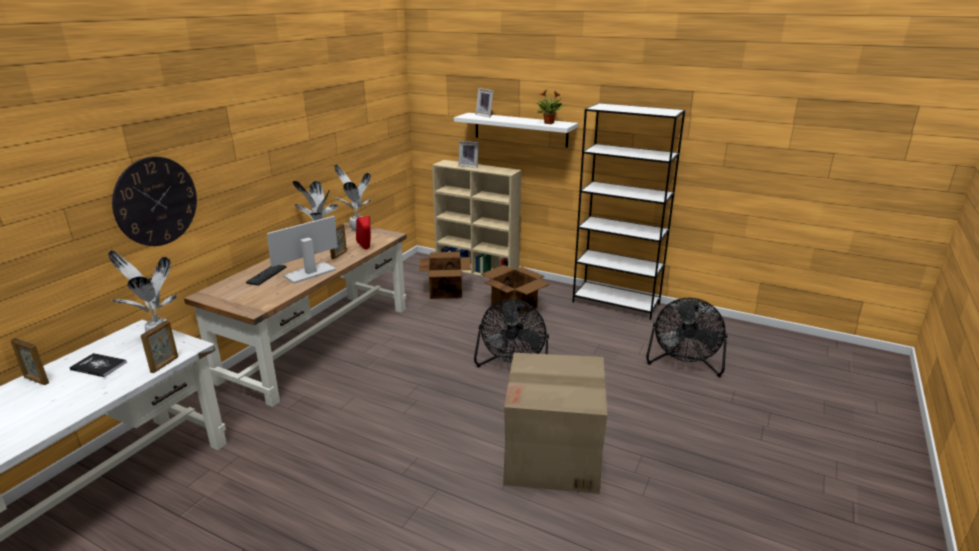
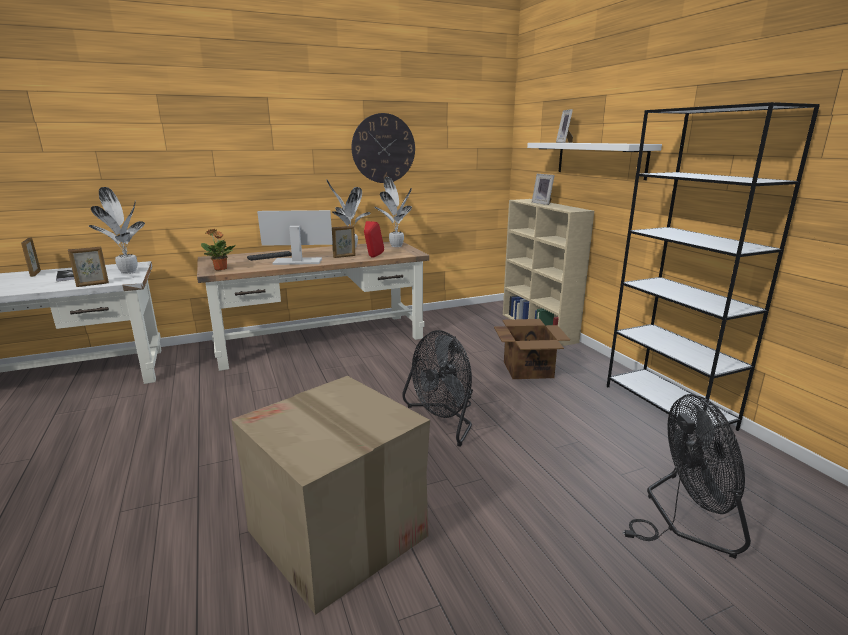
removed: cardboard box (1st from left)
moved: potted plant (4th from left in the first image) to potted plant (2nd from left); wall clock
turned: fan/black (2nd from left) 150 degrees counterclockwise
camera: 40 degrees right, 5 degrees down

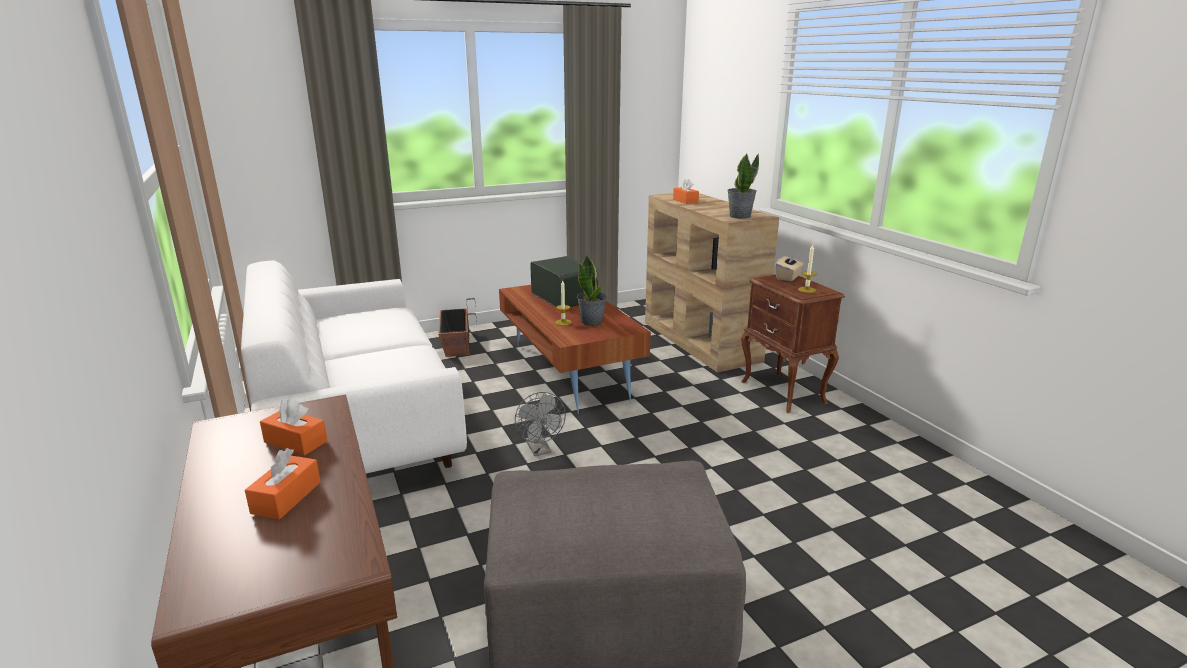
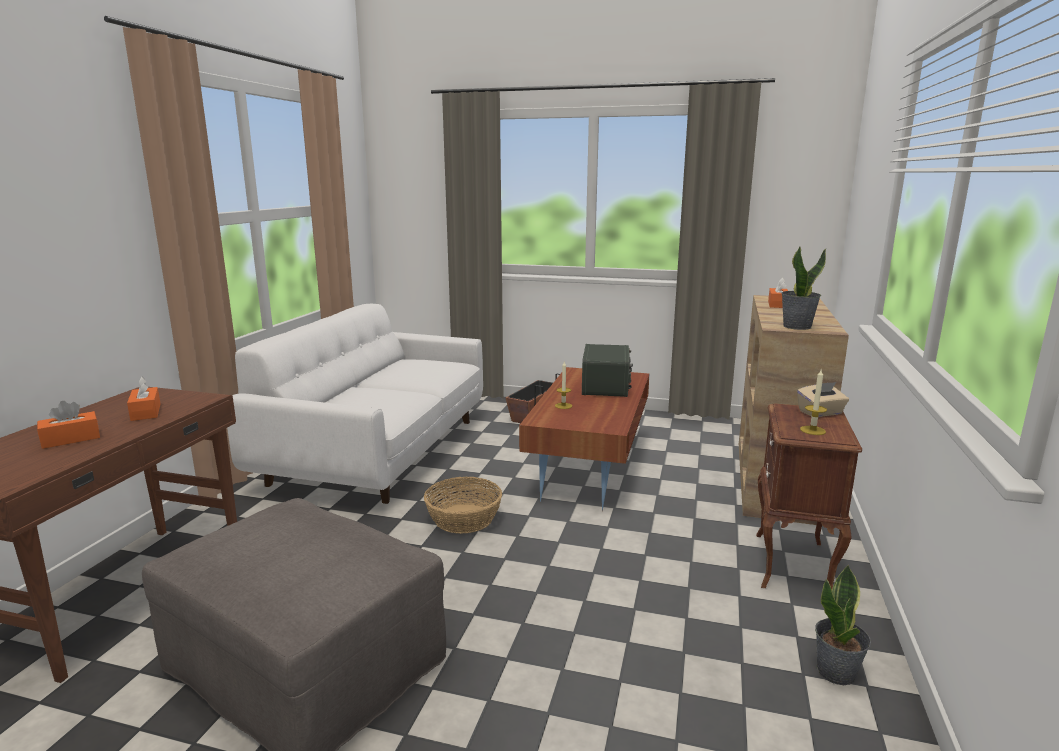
moved: potted plant (1st from left in the first image) to potted plant (2nd from left)
replaced: fan/grey to basket
camera: 40 degrees right, 5 degrees down

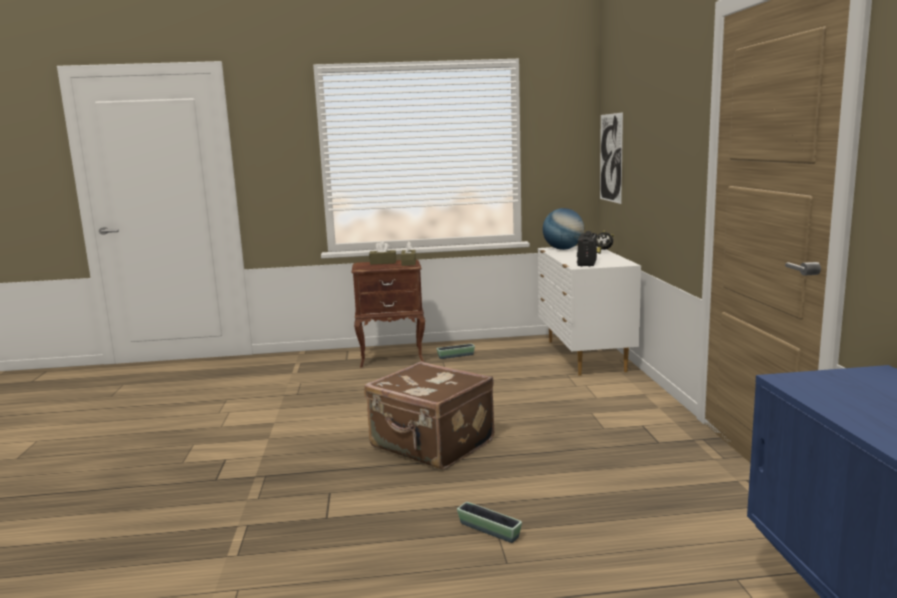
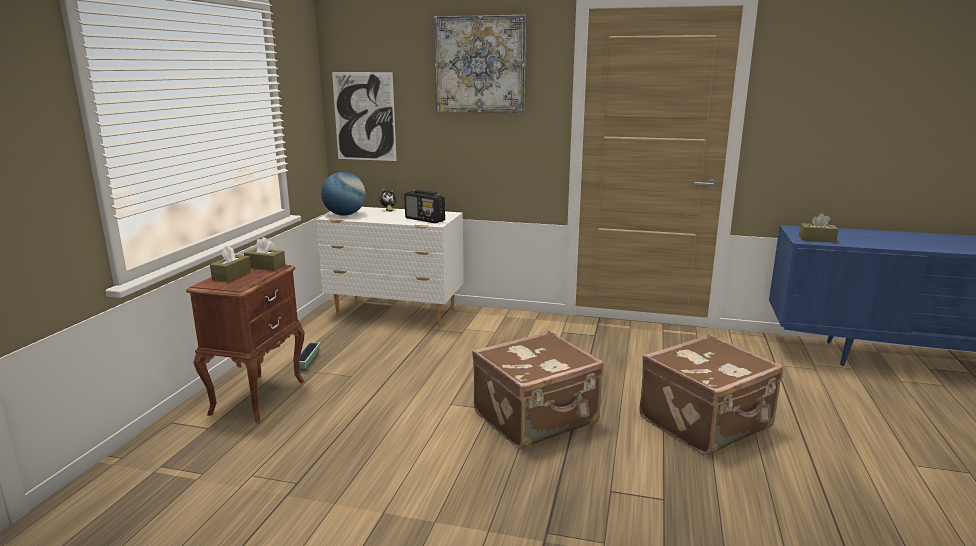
added: picture (2nd from left); tissue box/brown (3rd from left)
replaced: planter (2nd from left) to suitcase/brown (2nd from left)
camera: 70 degrees left, 5 degrees up

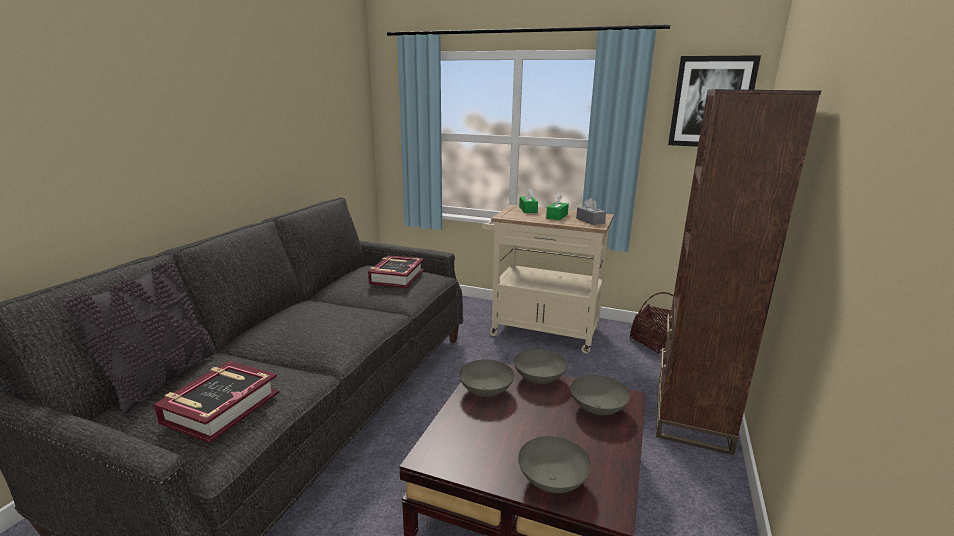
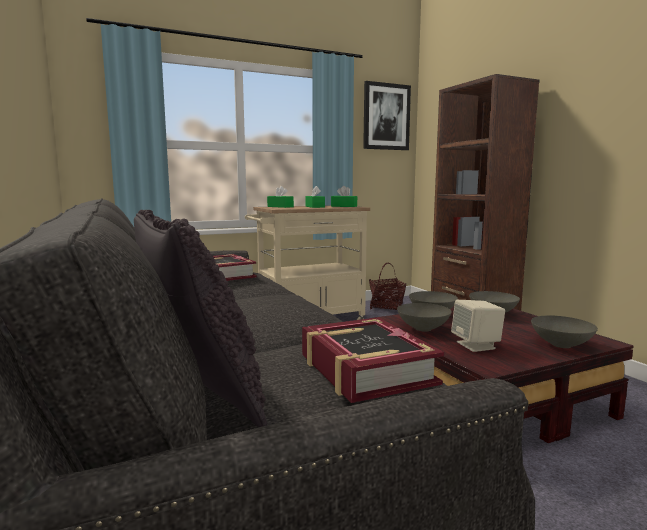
added: speaker/beige
recoloured: tissue box/grey to tissue box/green (3rd from left)
camera: 45 degrees left, 10 degrees down

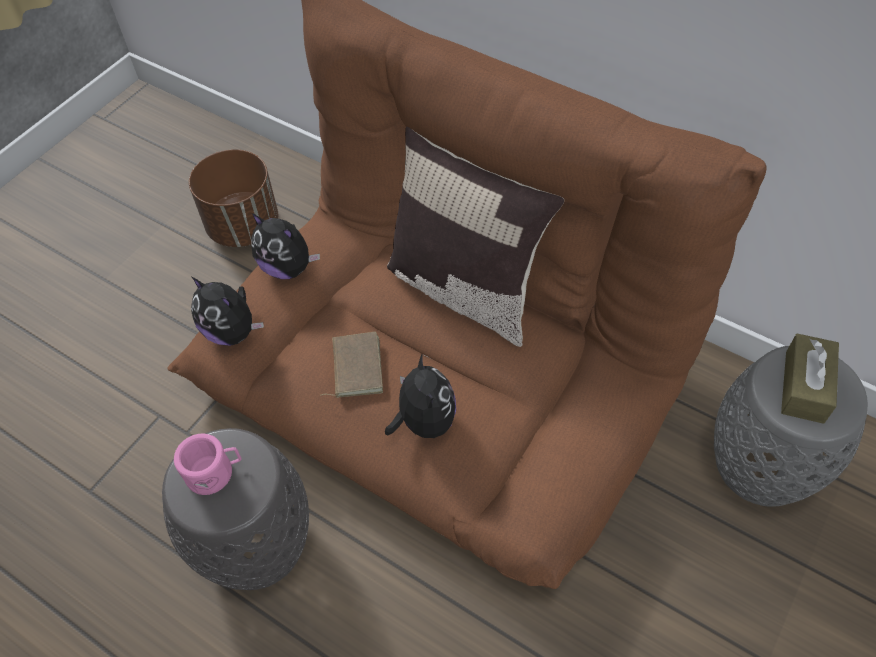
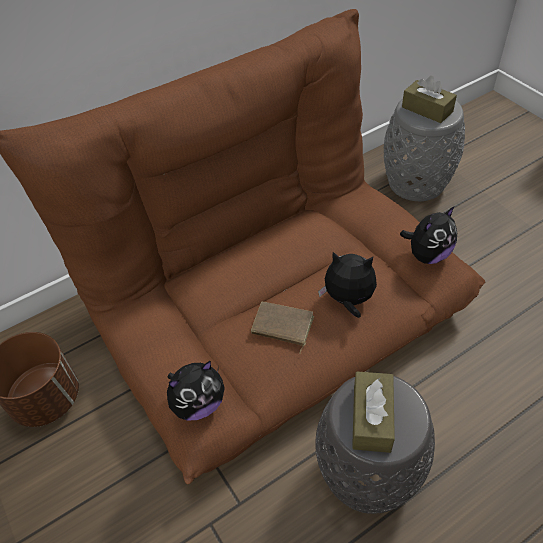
removed: pillow
moved: plush toy (2nd from left in the first image) to plush toy (3rd from left)
replaced: mug/pink to tissue box/brown (1st from left)
camera: 65 degrees left, 5 degrees down

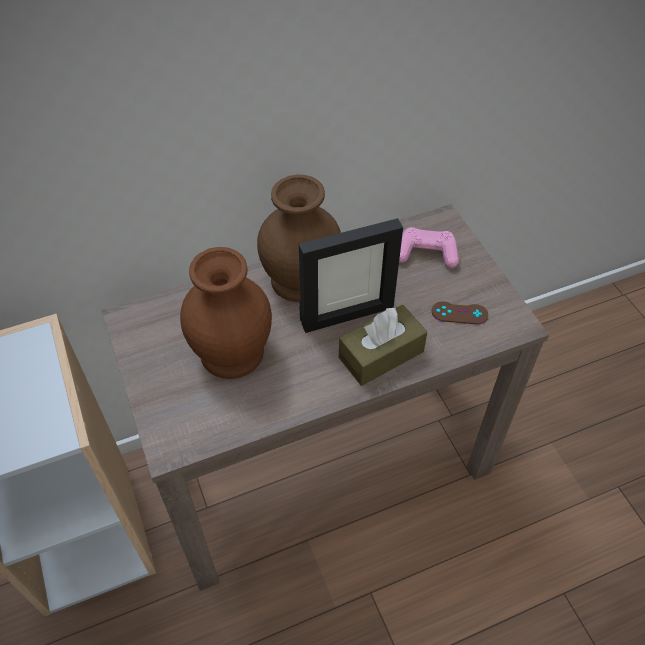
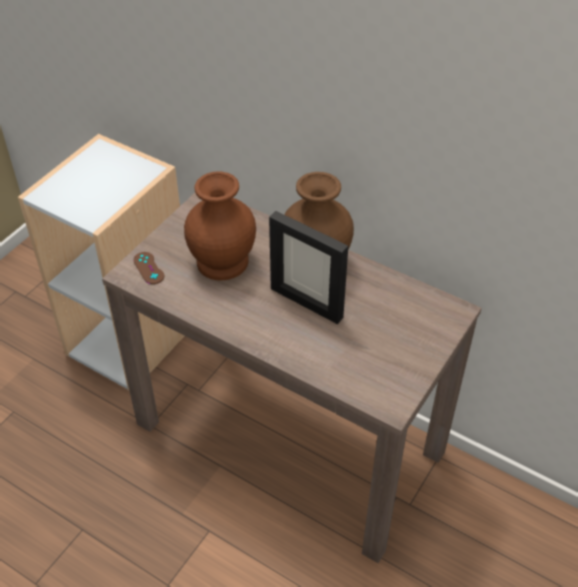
removed: game controller/pink; tissue box/brown
moved: game controller/brown
camera: 55 degrees right, 5 degrees down

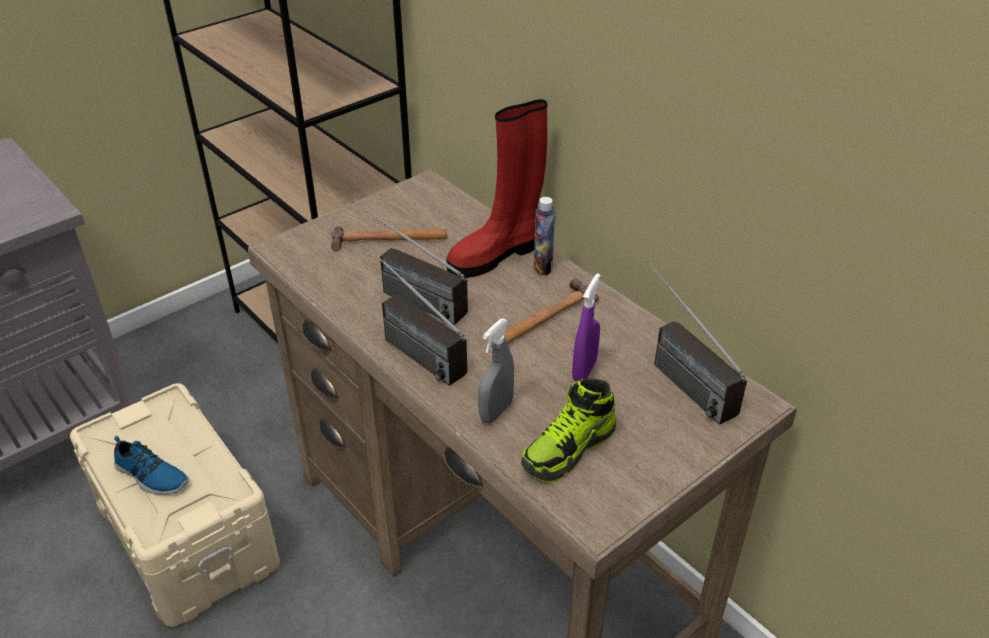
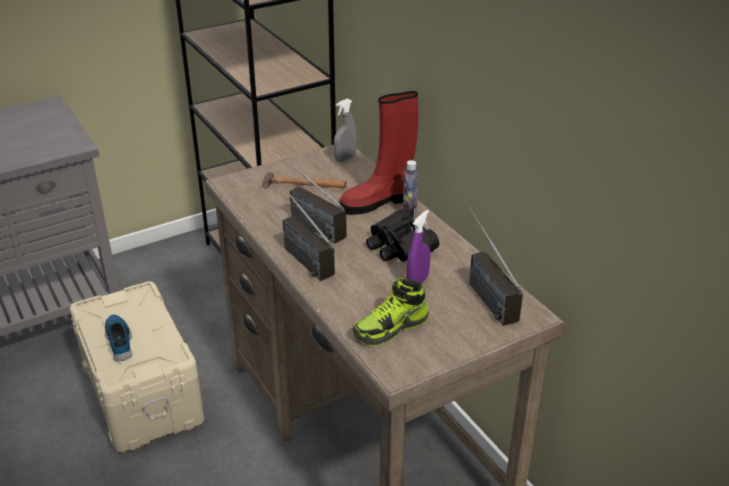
moved: spray bottle/grey
replaced: hammer (2nd from left) to binoculars/black
turned: shoe (1st from left) 150 degrees counterclockwise
camera: 10 degrees right, 5 degrees down

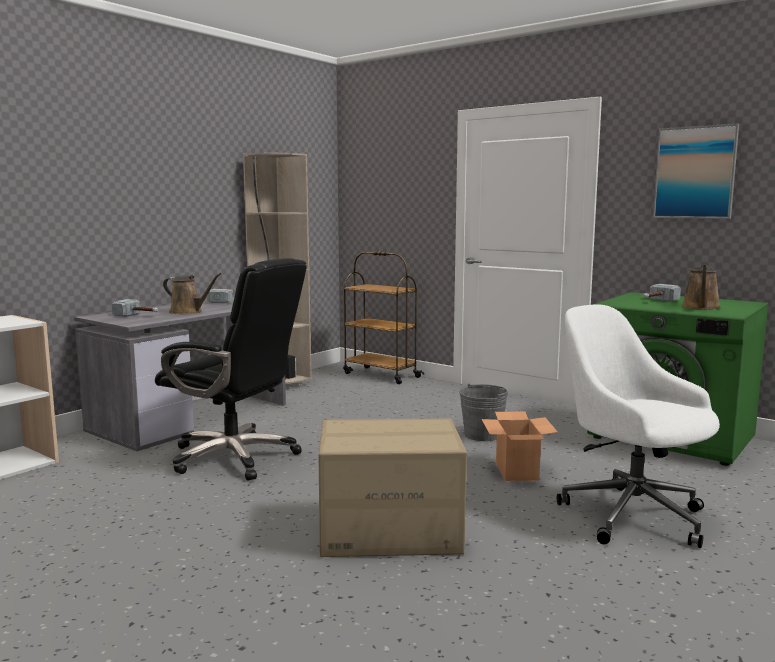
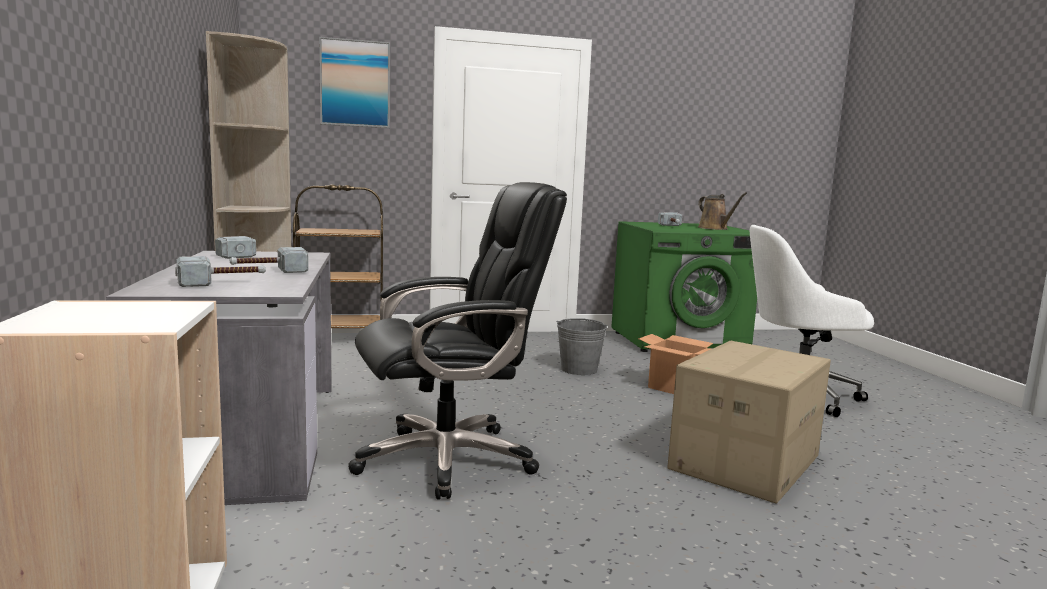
moved: picture
replaced: watering can/brown (1st from left) to hammer (3rd from left)
camera: 50 degrees left, 0 degrees up

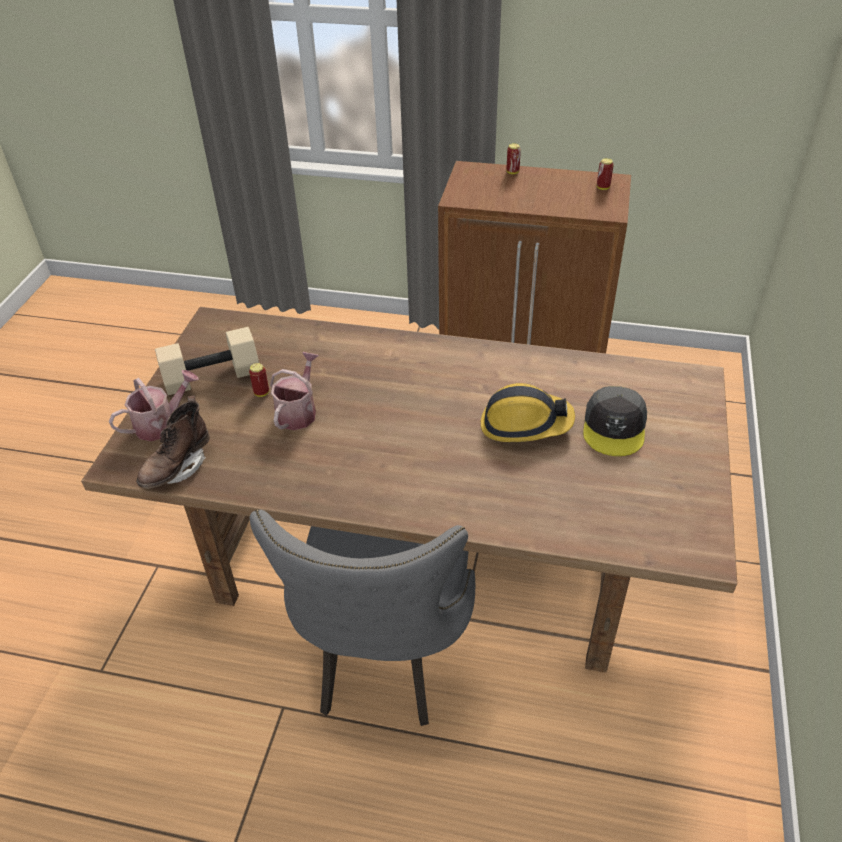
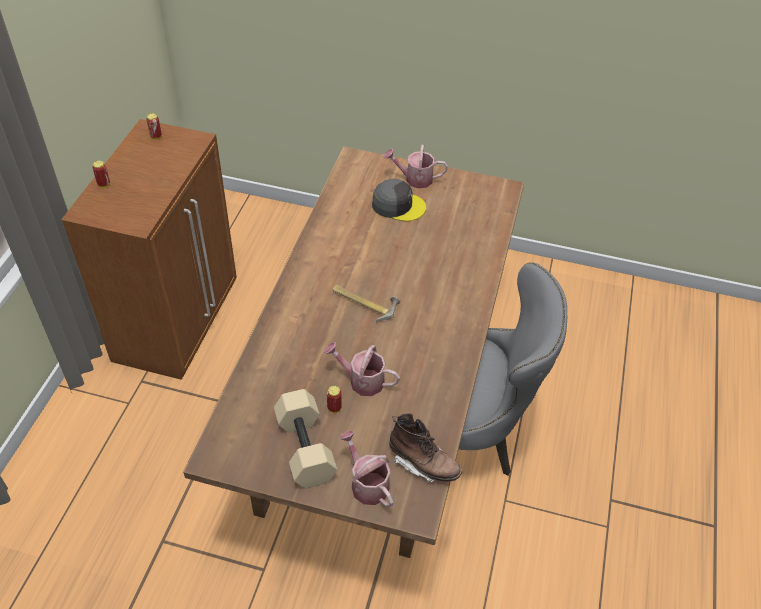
removed: hard hat
added: watering can (3rd from left); hammer
camera: 90 degrees left, 5 degrees up

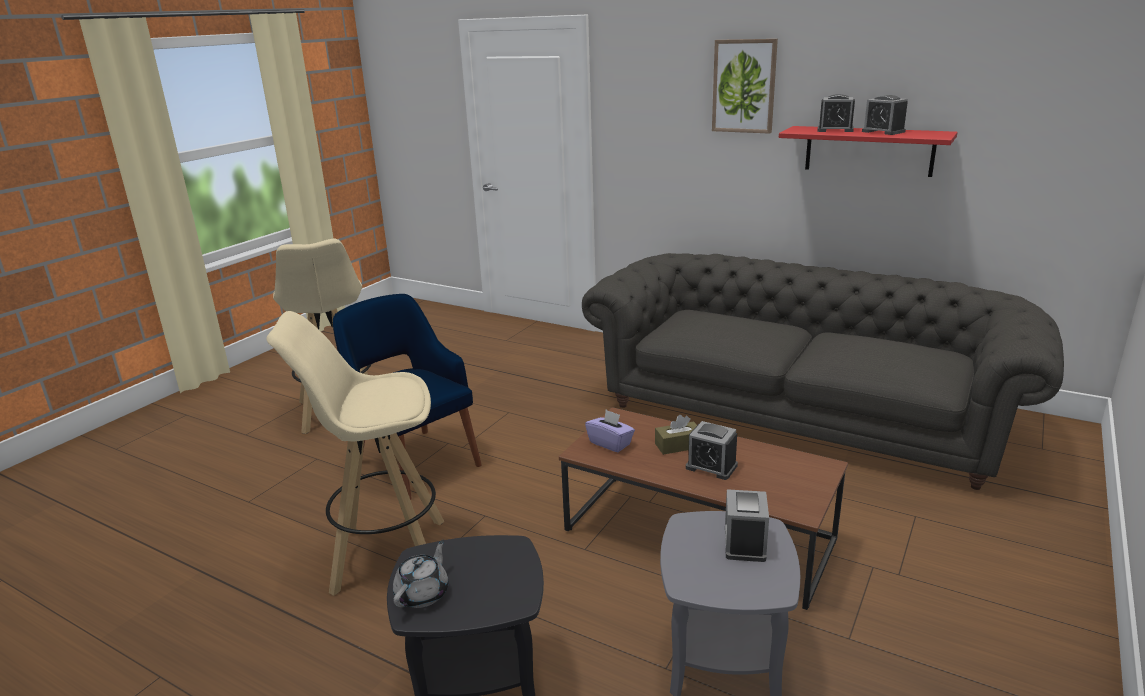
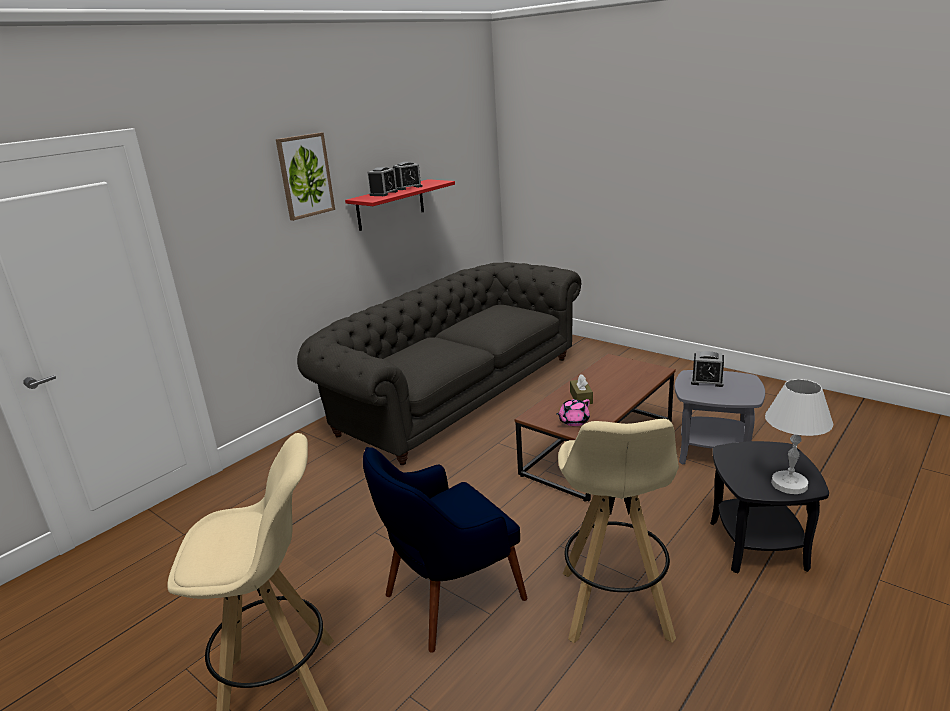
removed: alarm clock (1st from left)
replaced: tissue box/purple to teapot/pink; teapot/grey to table lamp/white
camera: 80 degrees left, 0 degrees up

